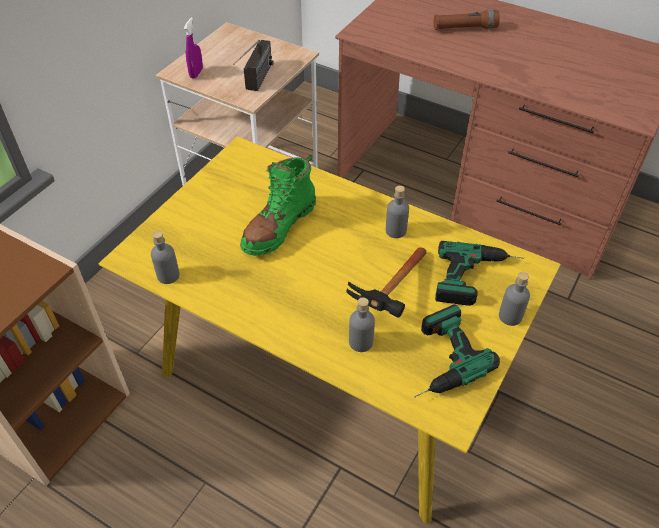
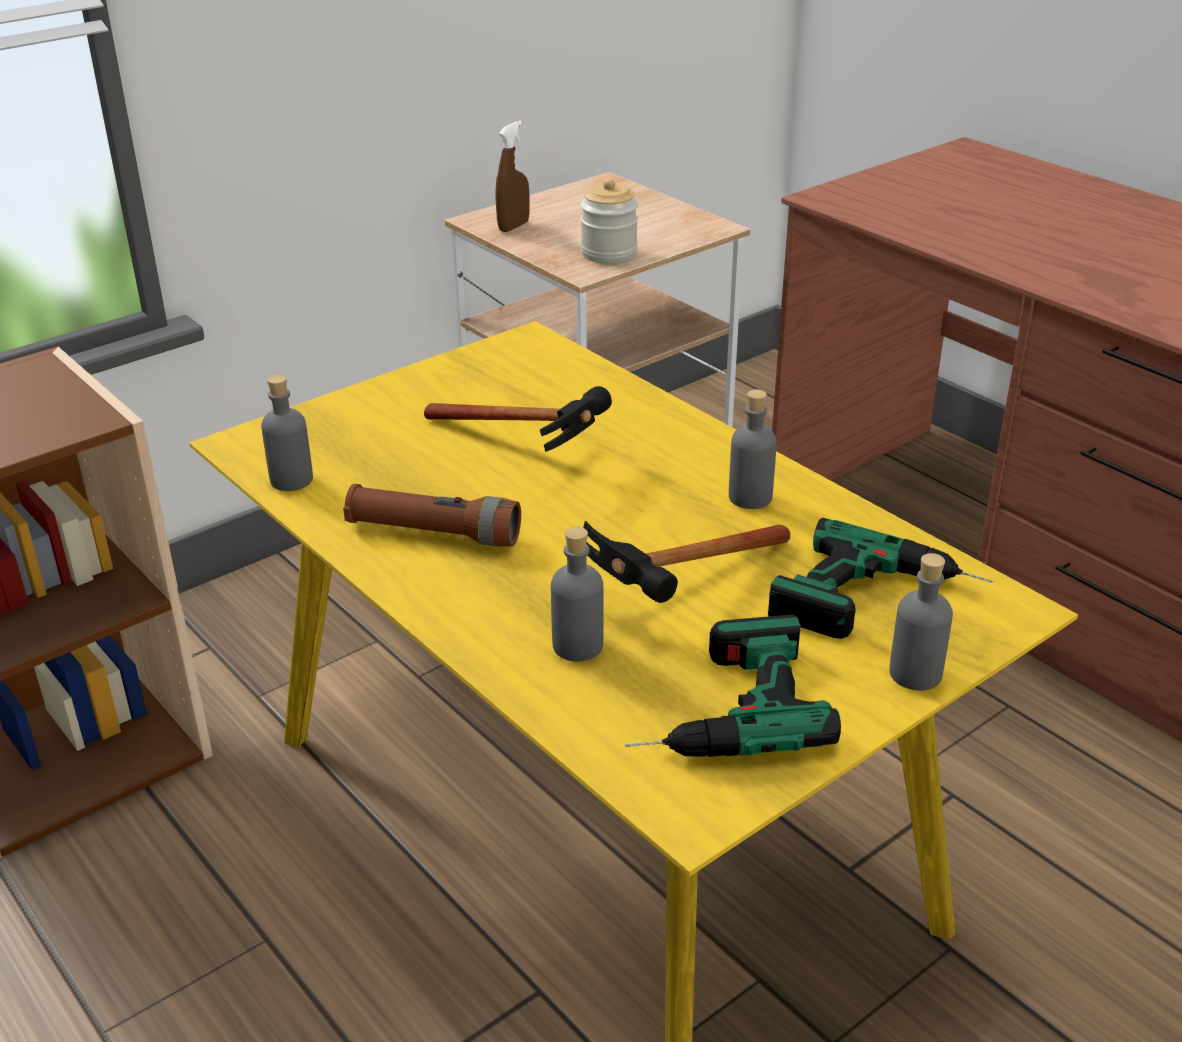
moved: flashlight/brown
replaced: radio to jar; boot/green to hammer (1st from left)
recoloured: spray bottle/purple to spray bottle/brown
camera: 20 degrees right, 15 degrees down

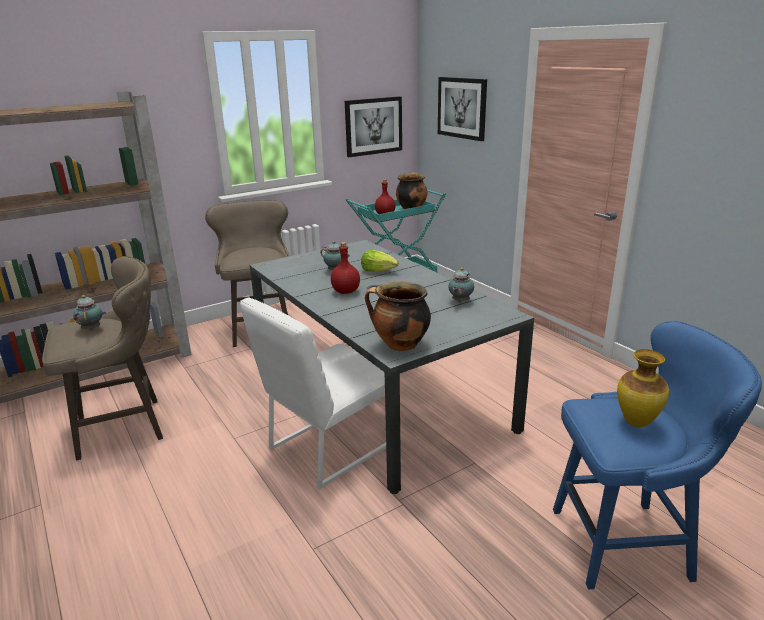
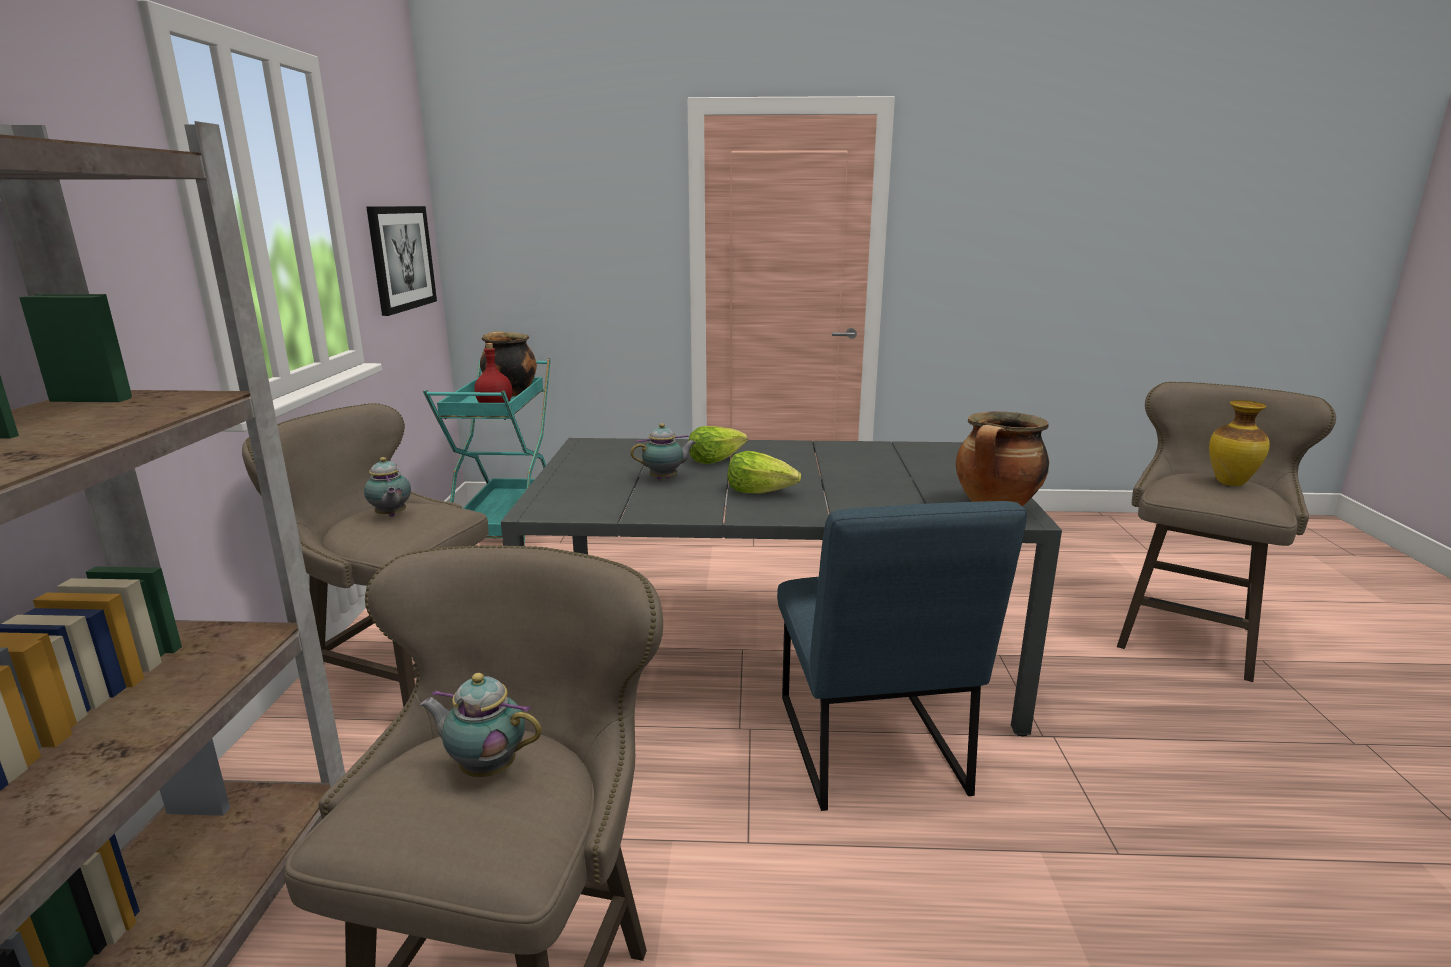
removed: picture (2nd from left)
moved: teapot (3rd from left in the first image) to teapot (1st from left)
replaced: bottle/red (1st from left) to lettuce (2nd from left)
recoloured: chair/white to chair/blue; stool/blue to stool/beige (3rd from left)
camera: 55 degrees left, 5 degrees down

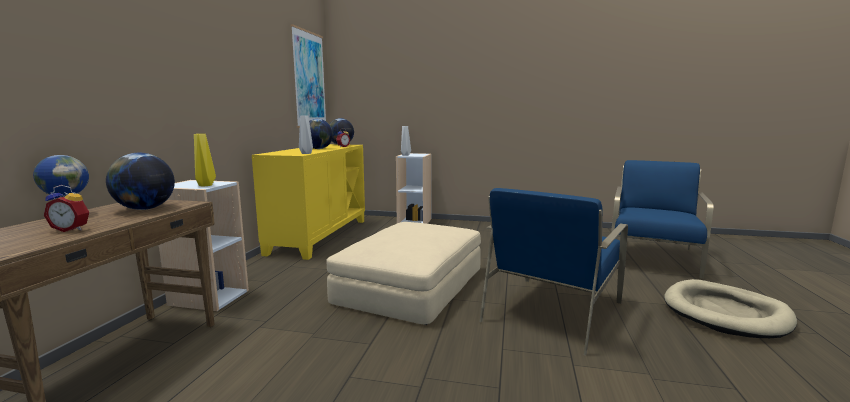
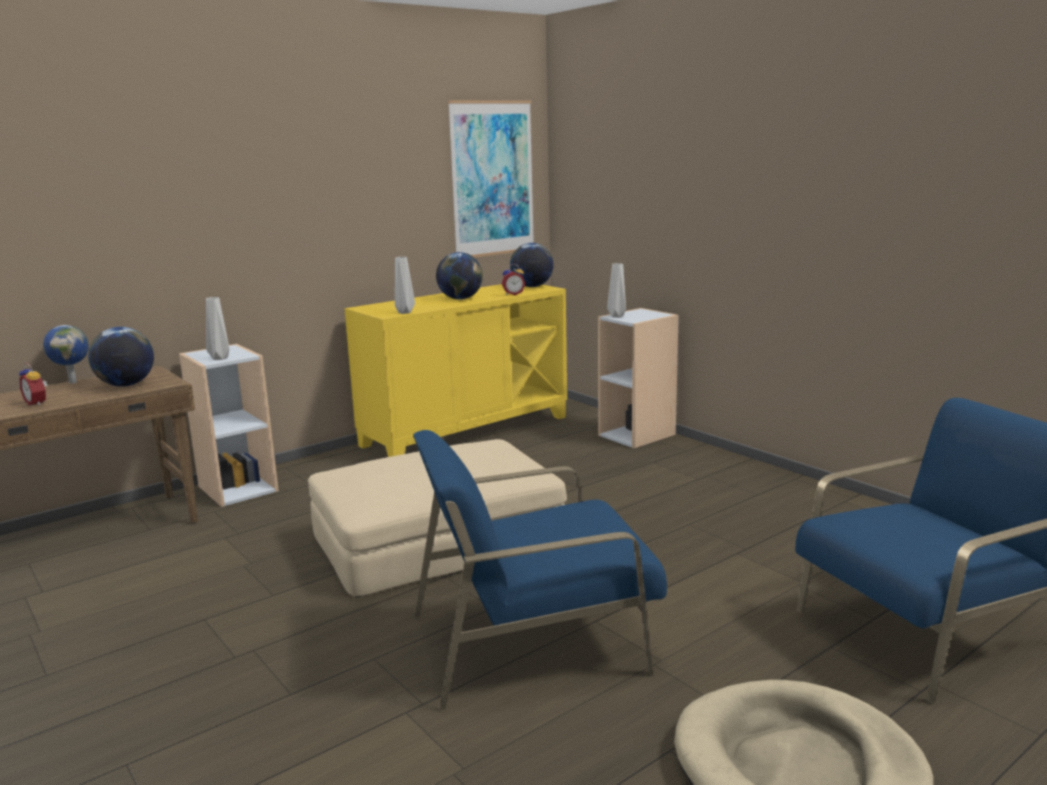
recoloured: vase/yellow to vase/grey (1st from left)
camera: 40 degrees right, 5 degrees up

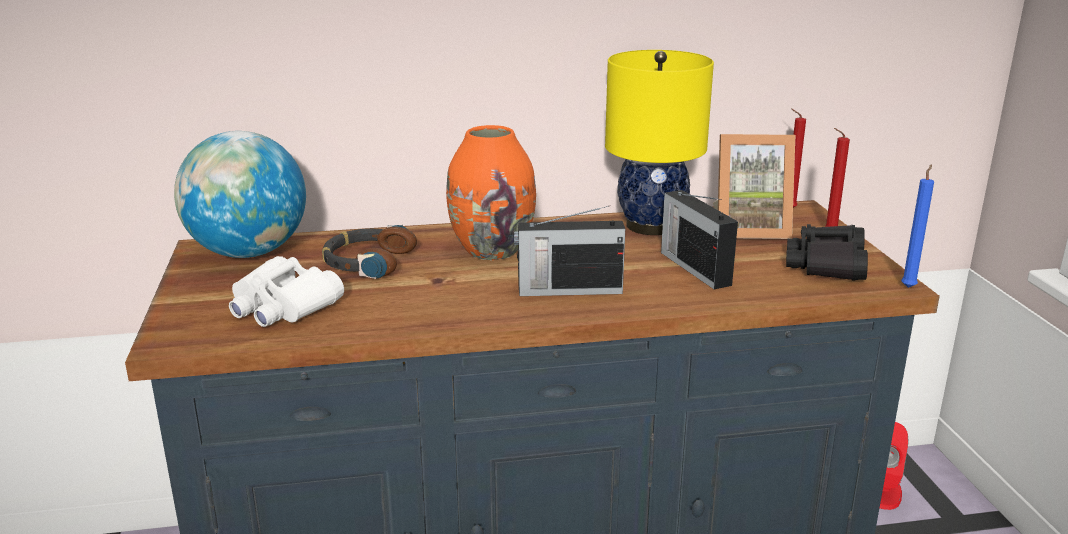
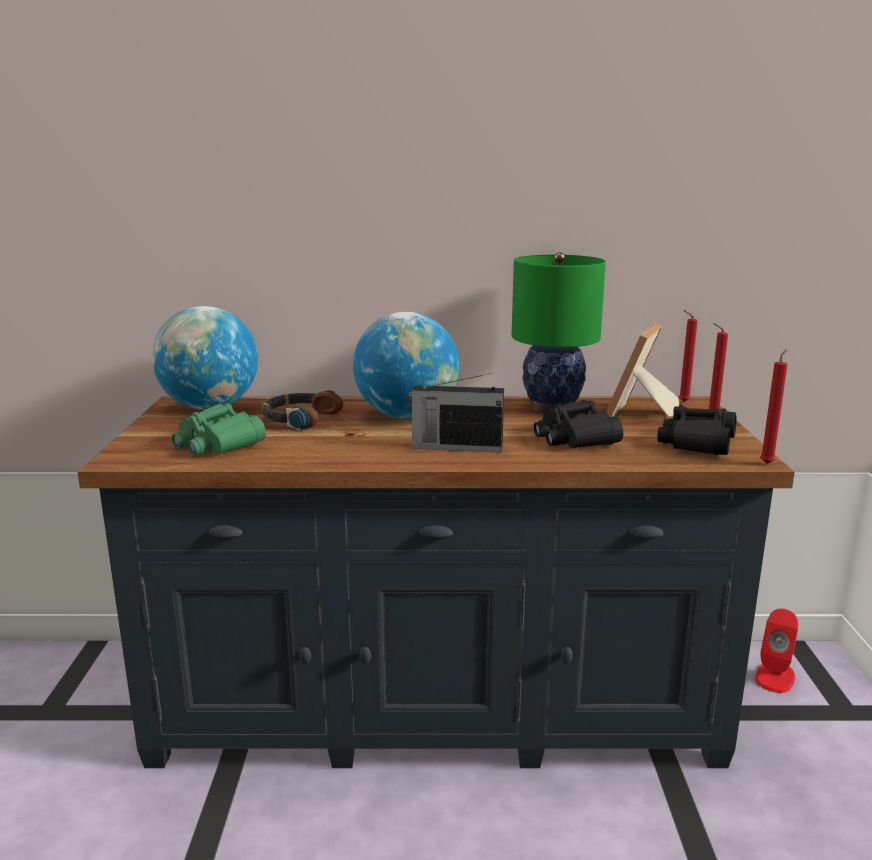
replaced: vase/orange to globe (2nd from left); radio (2nd from left) to binoculars/black (1st from left)
recoloured: table lamp/yellow to table lamp/green; candle/blue to candle/red (3rd from left); binoculars/white to binoculars/green
turned: picture frame 105 degrees clockwise
camera: 10 degrees right, 5 degrees down

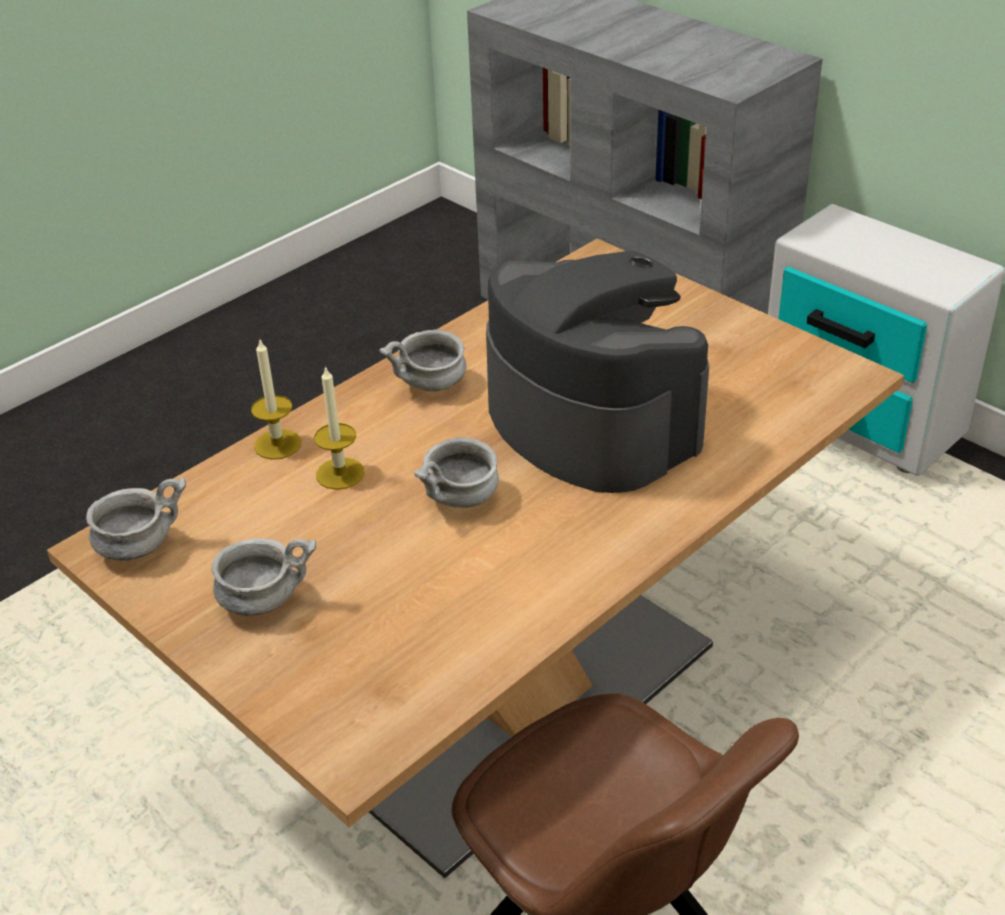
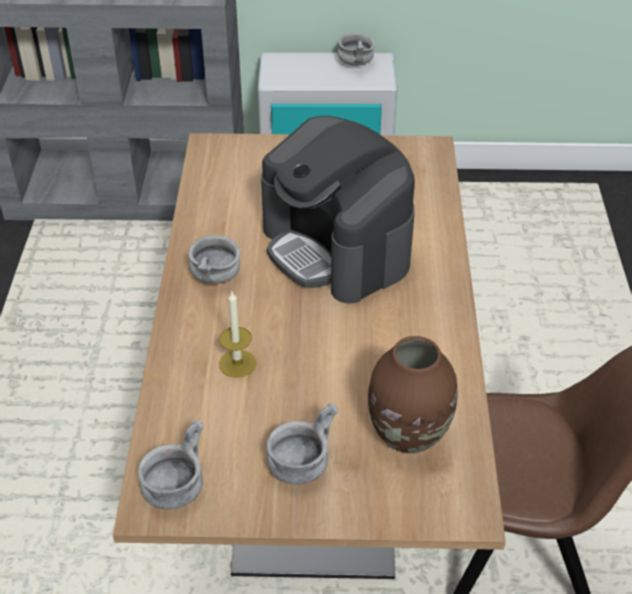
removed: candle (1st from left)
added: vase/brown
moved: bowl/grey (4th from left)
turned: coffee machine 135 degrees counterclockwise
camera: 45 degrees left, 5 degrees up

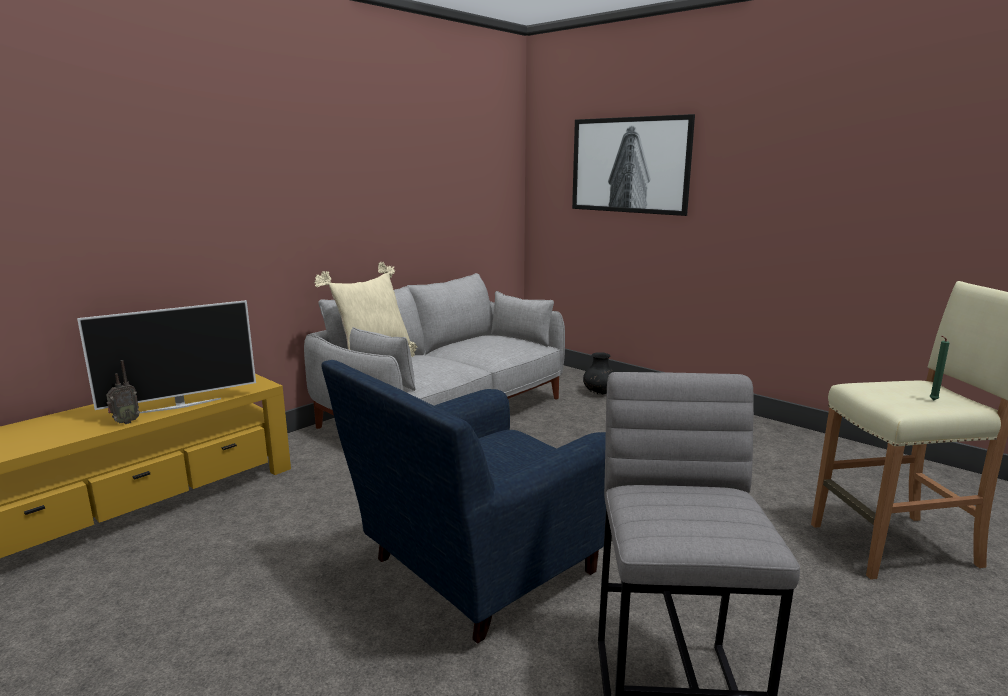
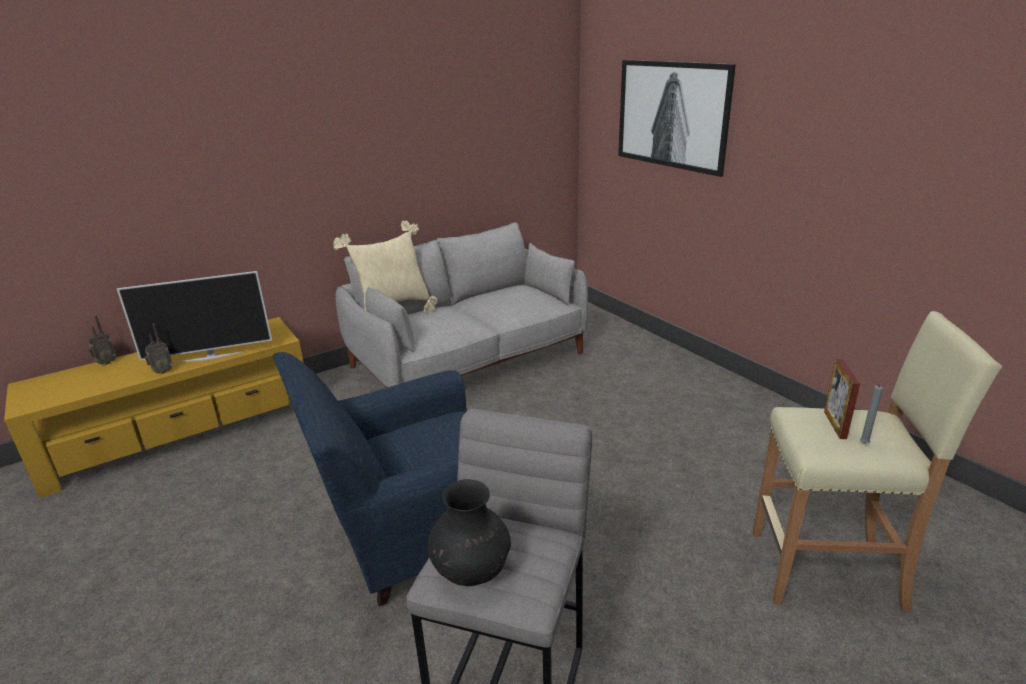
added: radio (1st from left); picture frame
moved: vase/black
recoloured: candle/green to candle/grey
camera: 15 degrees right, 10 degrees up

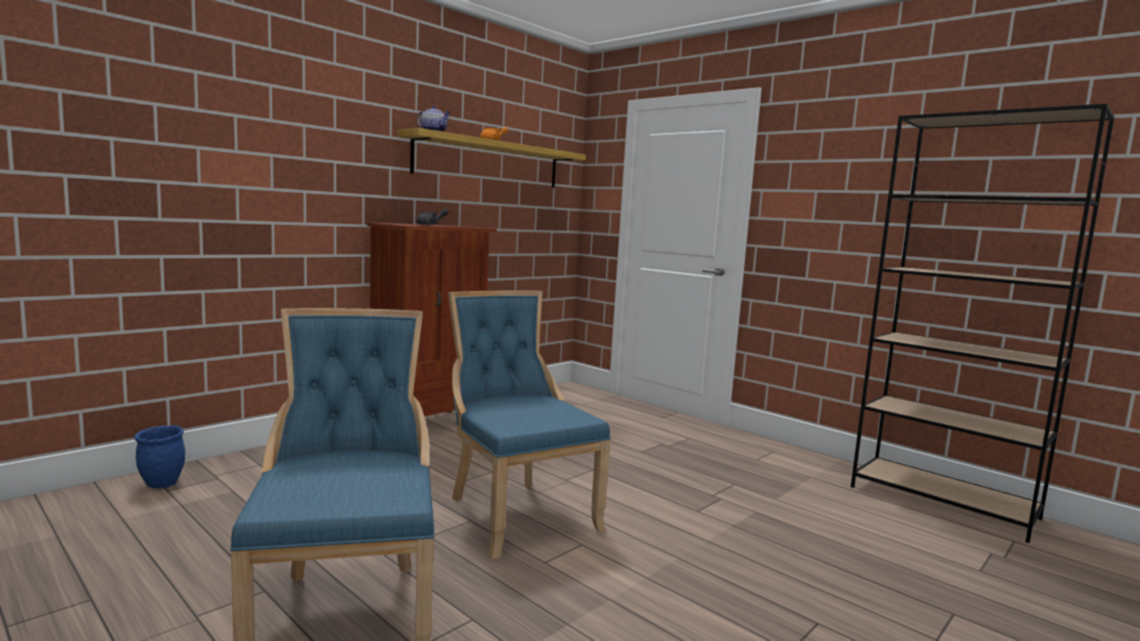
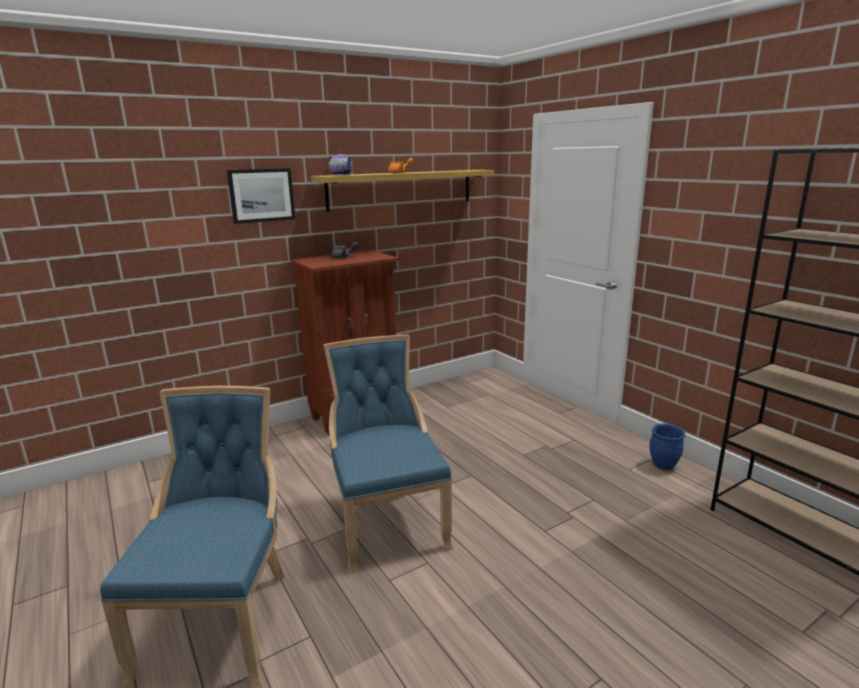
added: picture
moved: planter/blue
camera: 15 degrees right, 10 degrees up

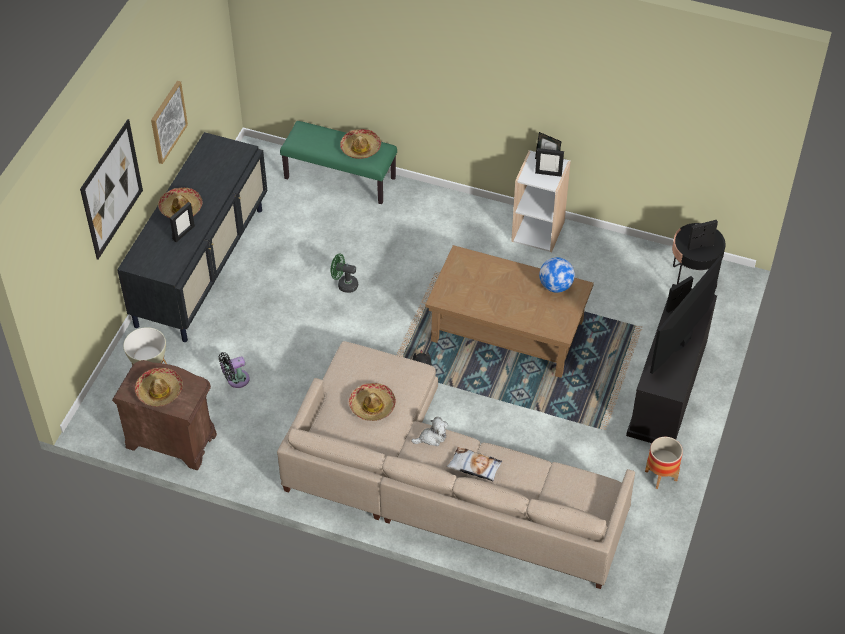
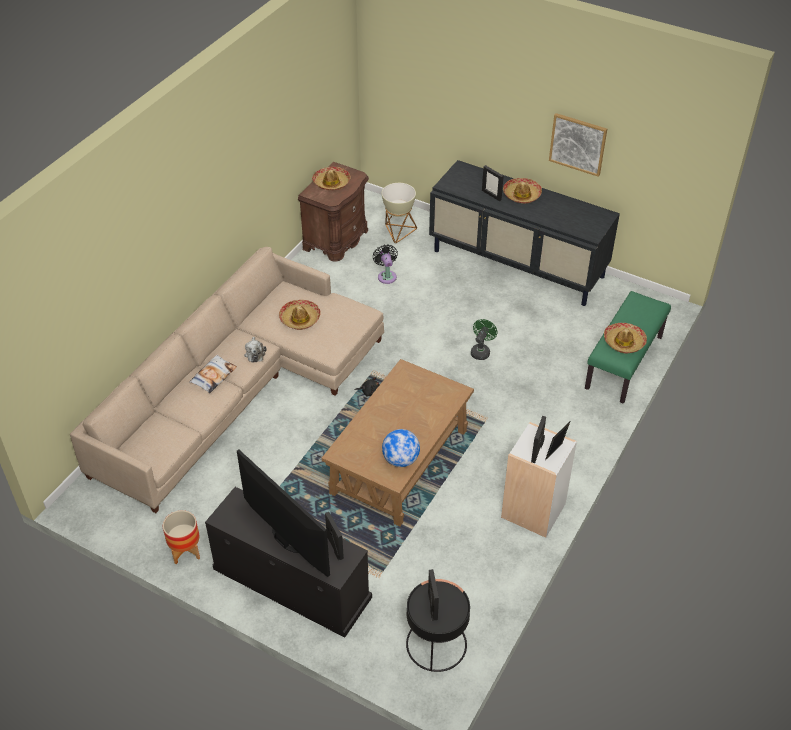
removed: picture (1st from left)
camera: 100 degrees right, 5 degrees down

